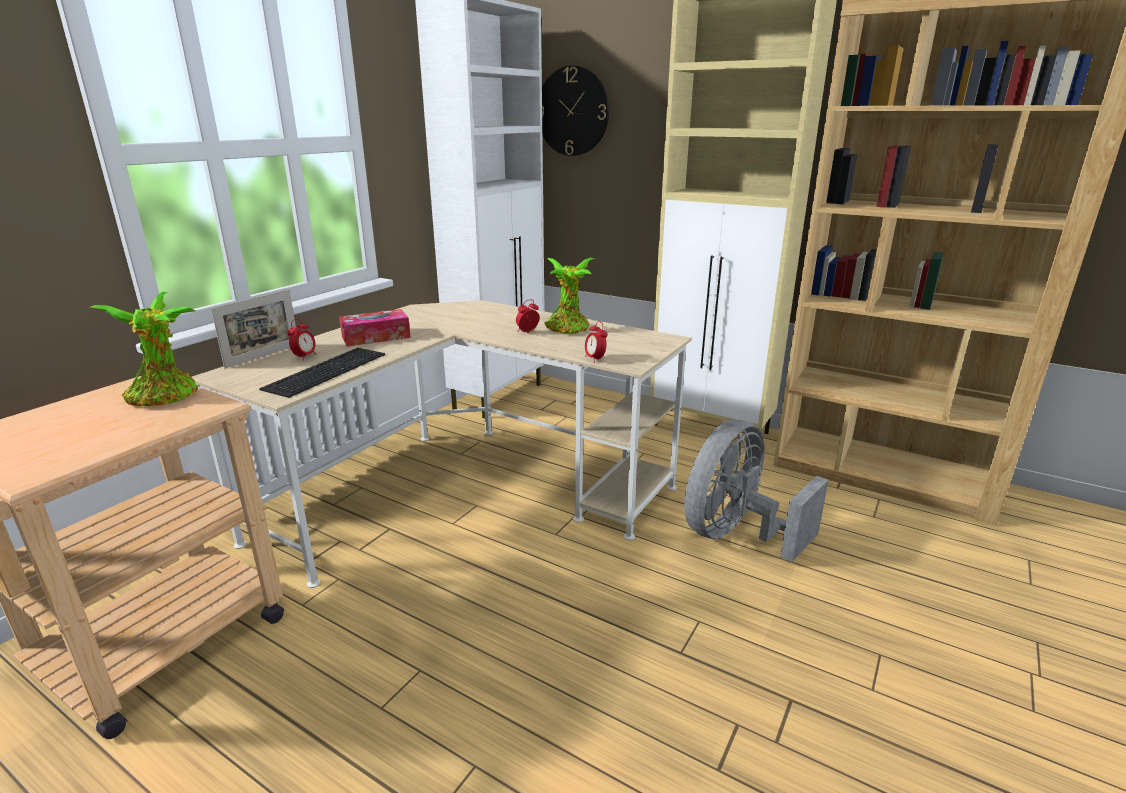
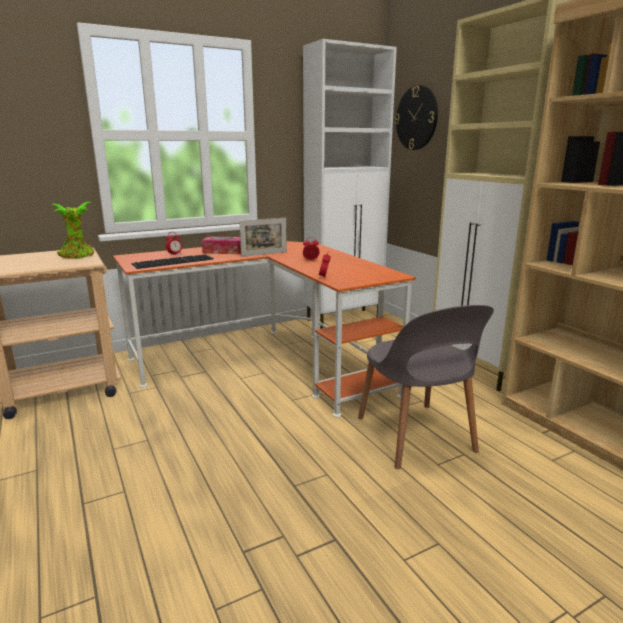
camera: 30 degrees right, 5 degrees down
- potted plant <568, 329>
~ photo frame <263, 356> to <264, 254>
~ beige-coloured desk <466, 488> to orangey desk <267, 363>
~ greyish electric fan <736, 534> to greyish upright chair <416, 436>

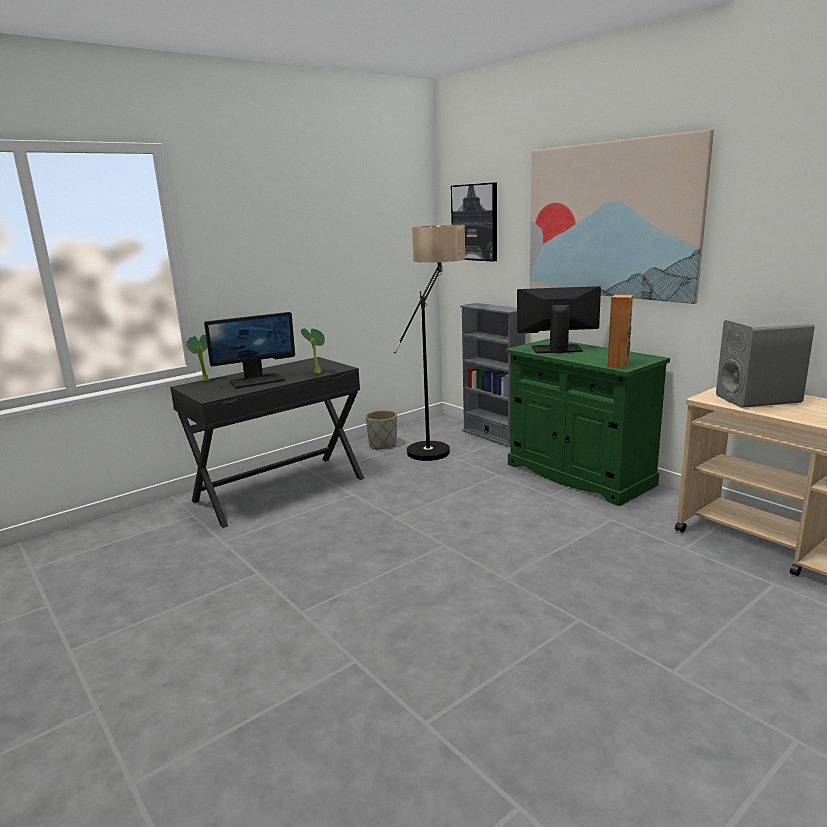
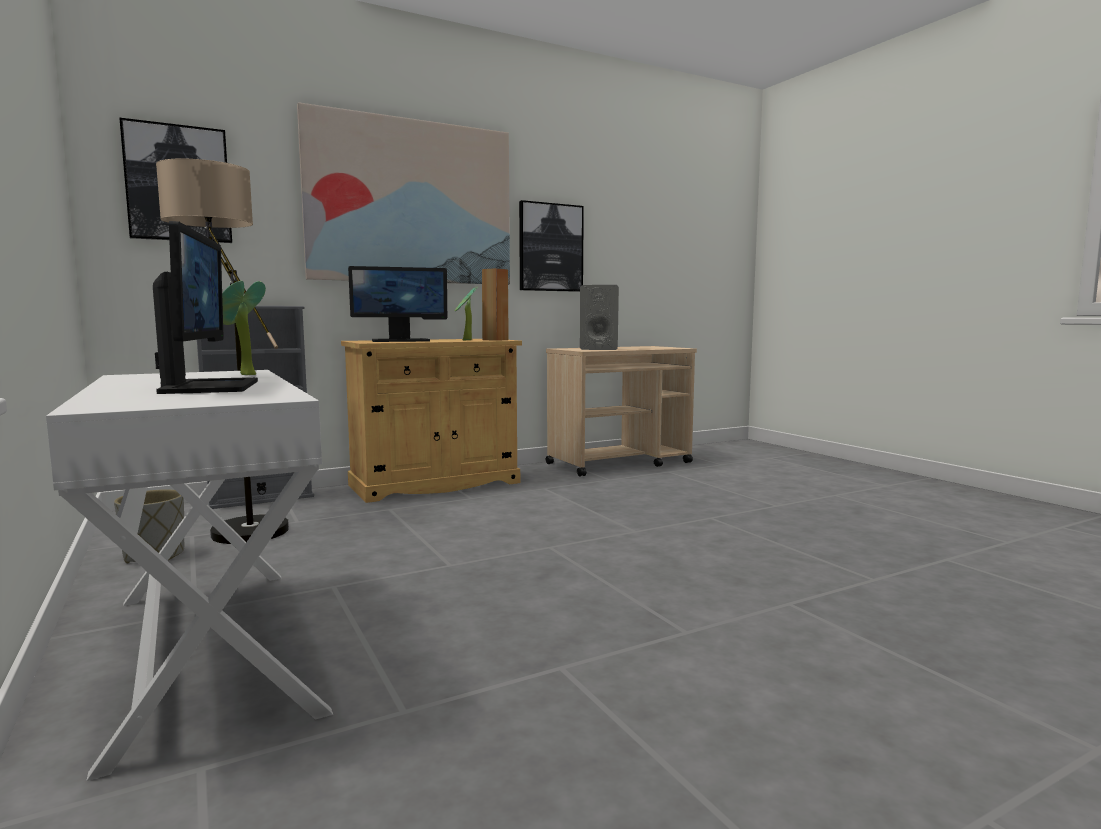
camera: 80 degrees left, 10 degrees down
~ monitor <556, 349> = <401, 341> 120 degrees counterclockwise
~ potted plant <204, 380> to <466, 340>
~ green cupboard <578, 474> to beige-coloured cupboard <435, 484>
~ black desk <280, 489> to white-coloured desk <208, 649>
+ picture <550, 247>

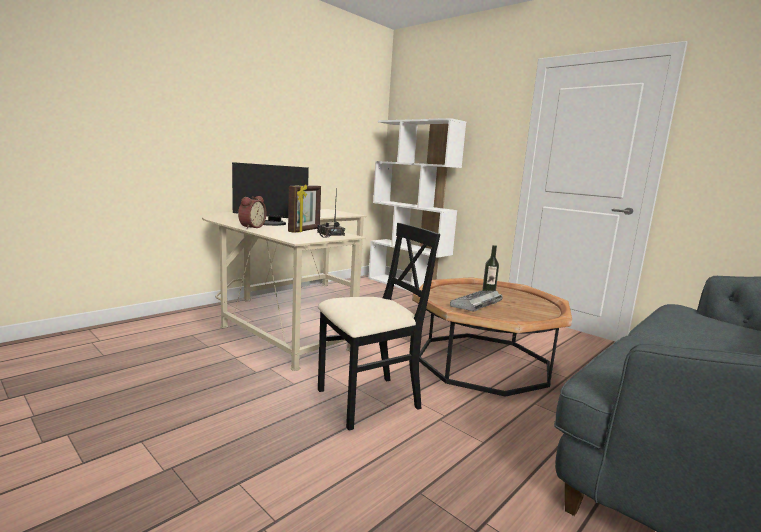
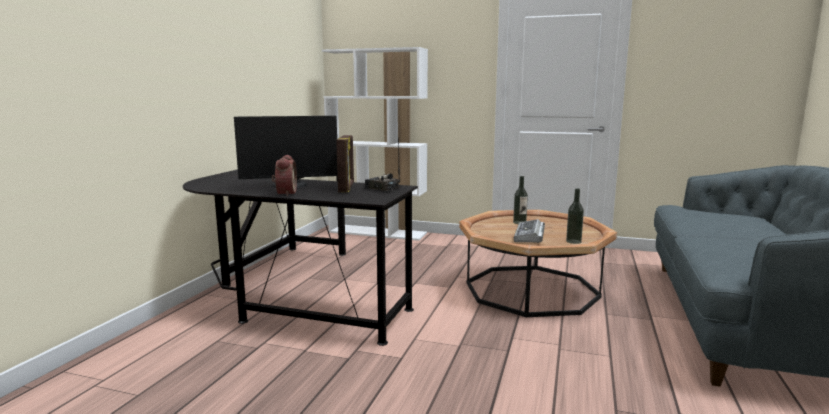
camera: 25 degrees left, 0 degrees up
~ beige-coloured desk <287, 315> to black desk <296, 291>
- black upright chair <367, 400>
+ bottle <573, 241>

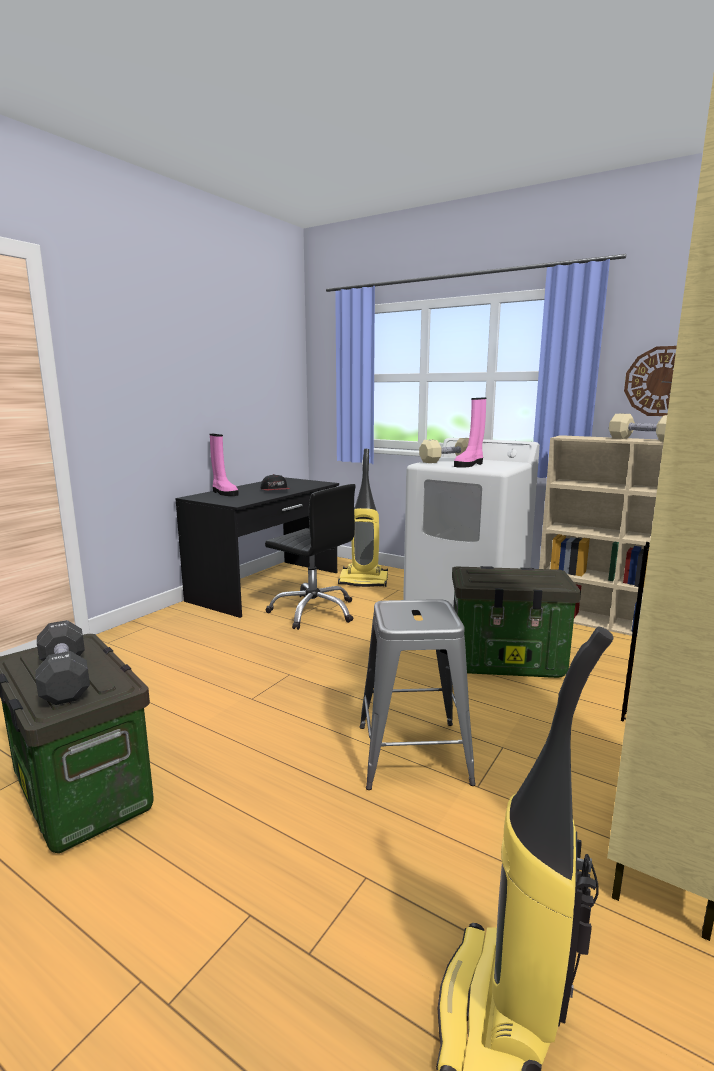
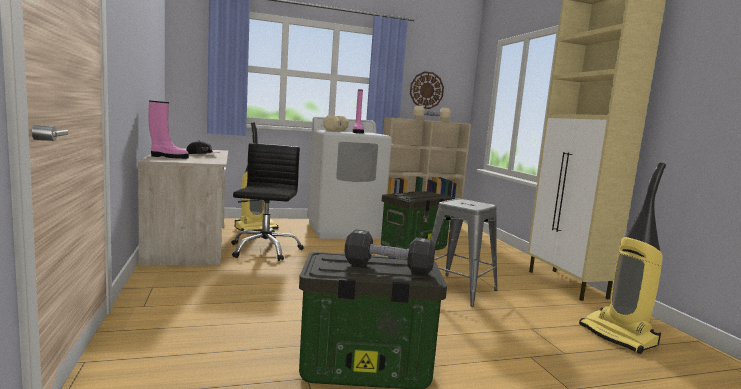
camera: 50 degrees left, 5 degrees down
~ black desk <267, 586> to beige-coloured desk <189, 243>
~ black desk chair <313, 611> = <264, 249> 75 degrees counterclockwise

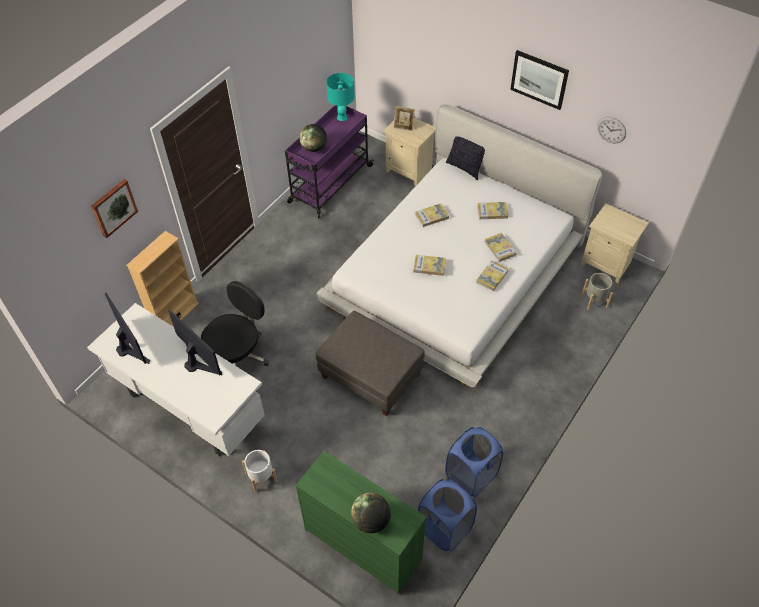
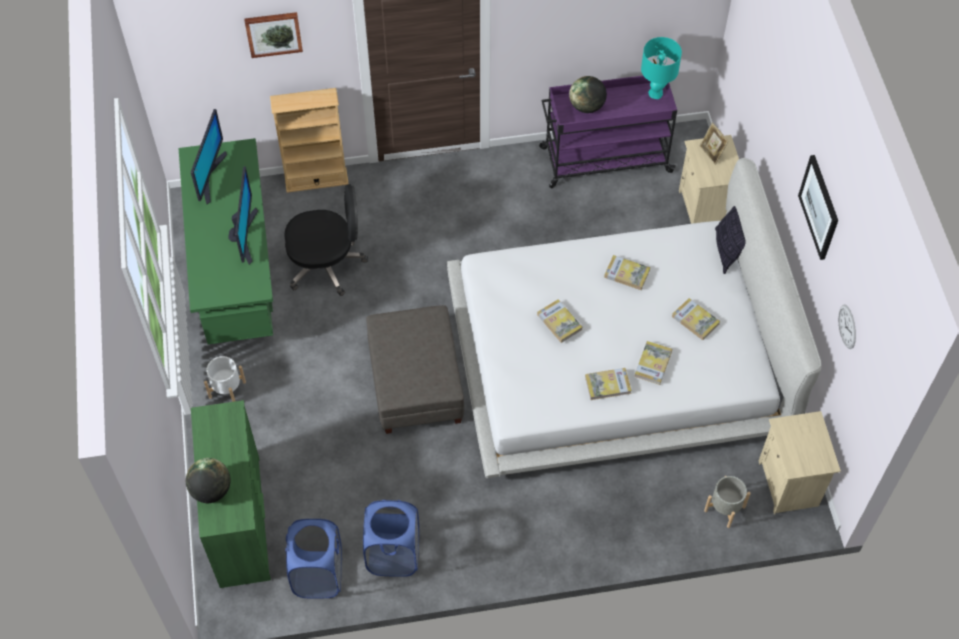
camera: 45 degrees right, 5 degrees up
~ white-coloured desk <188, 408> to green desk <237, 277>

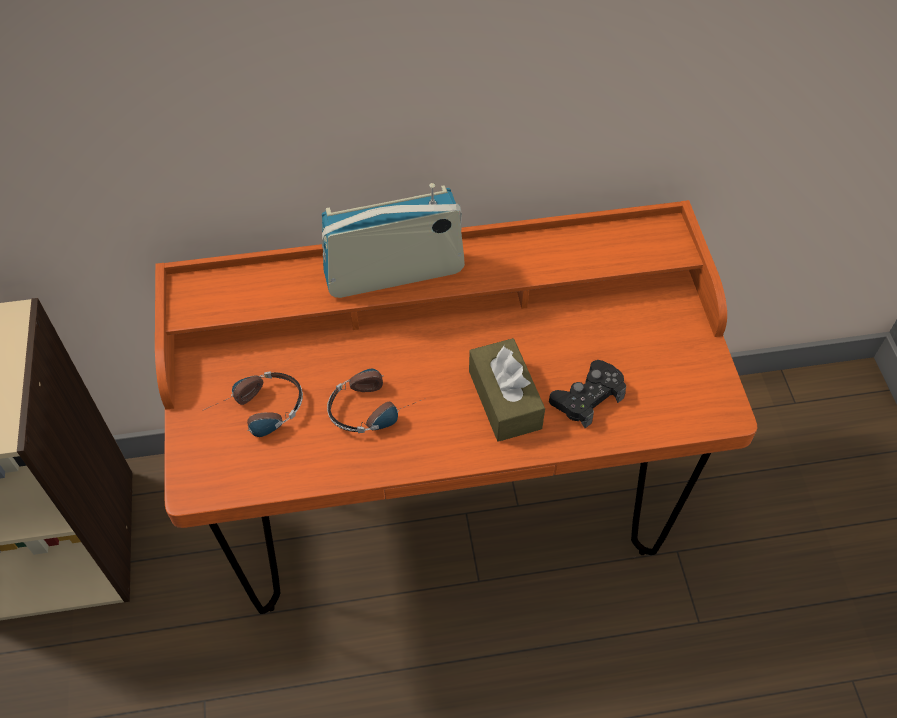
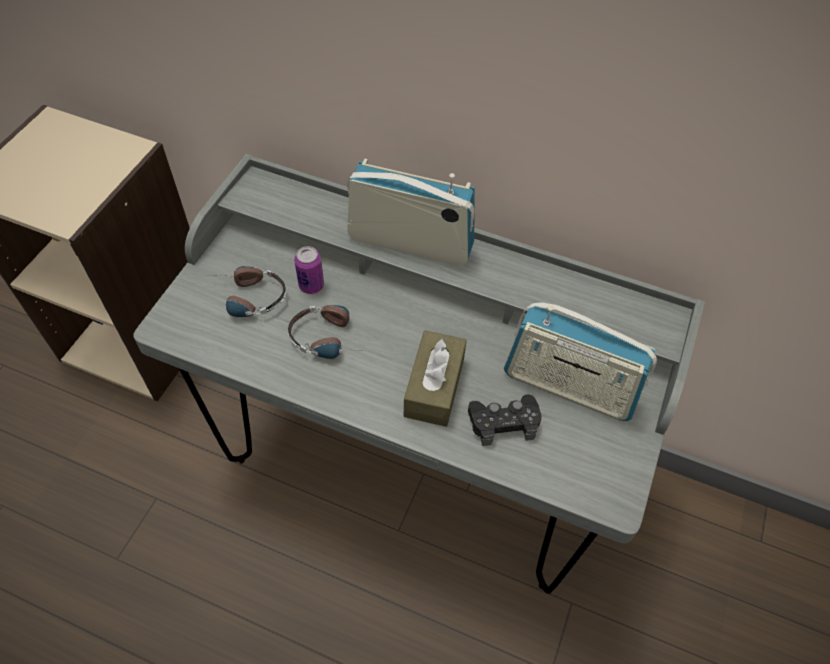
camera: 30 degrees right, 0 degrees up
~ orangey desk <448, 512> to greyish desk <410, 465>
+ can <311, 285>
+ radio receiver <569, 387>

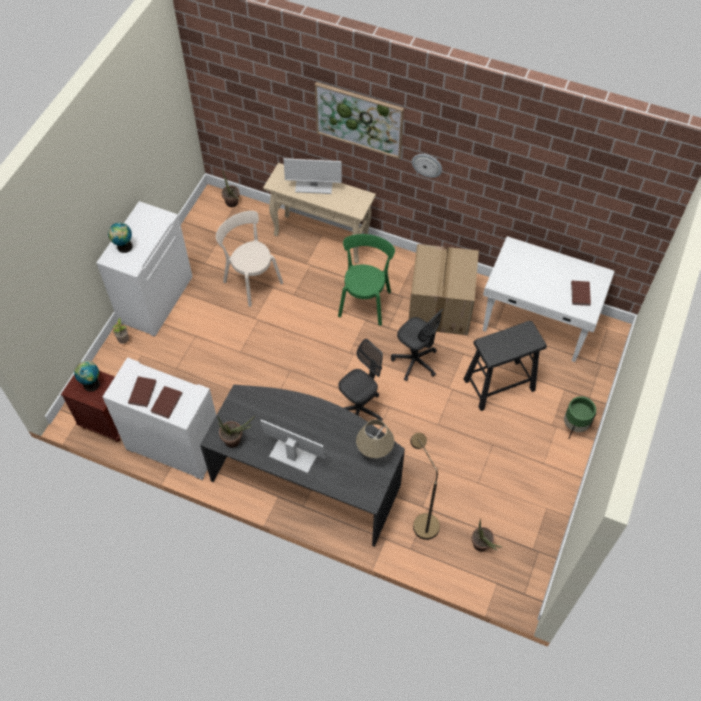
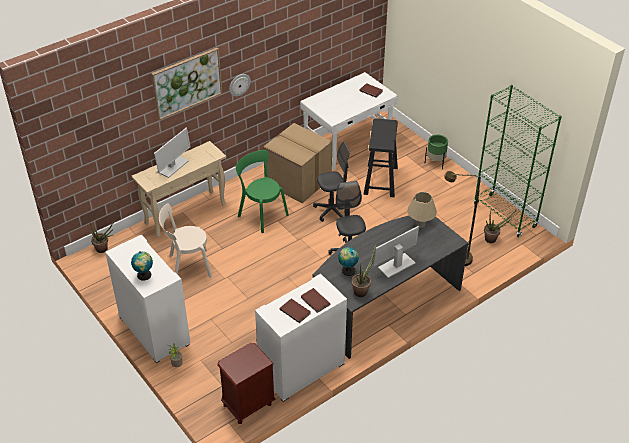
camera: 60 degrees left, 15 degrees down
~ globe <91, 383> to <347, 270>
+ green shelving unit <505, 215>

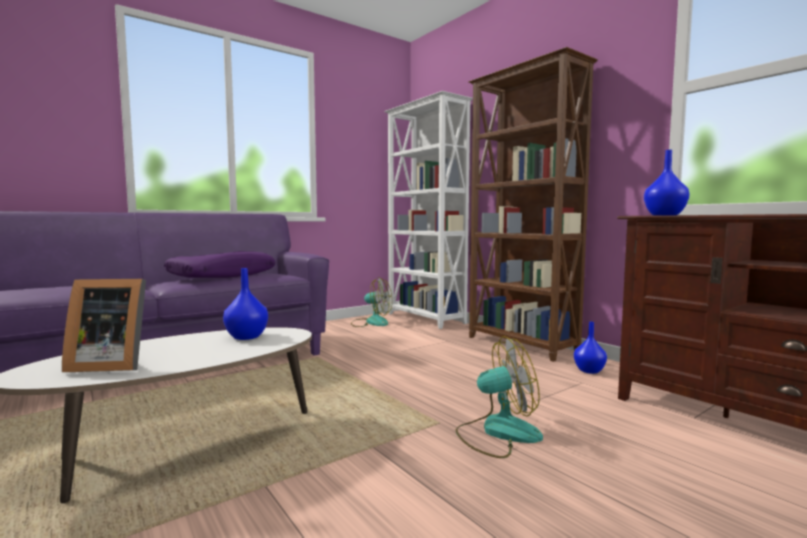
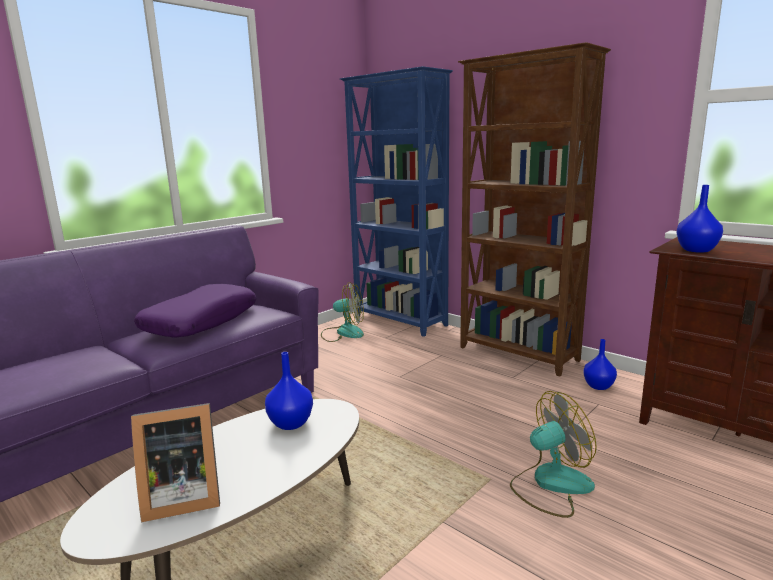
camera: 10 degrees left, 10 degrees up
~ white-coloured shelving unit <425, 319> to blue-coloured shelving unit <400, 321>

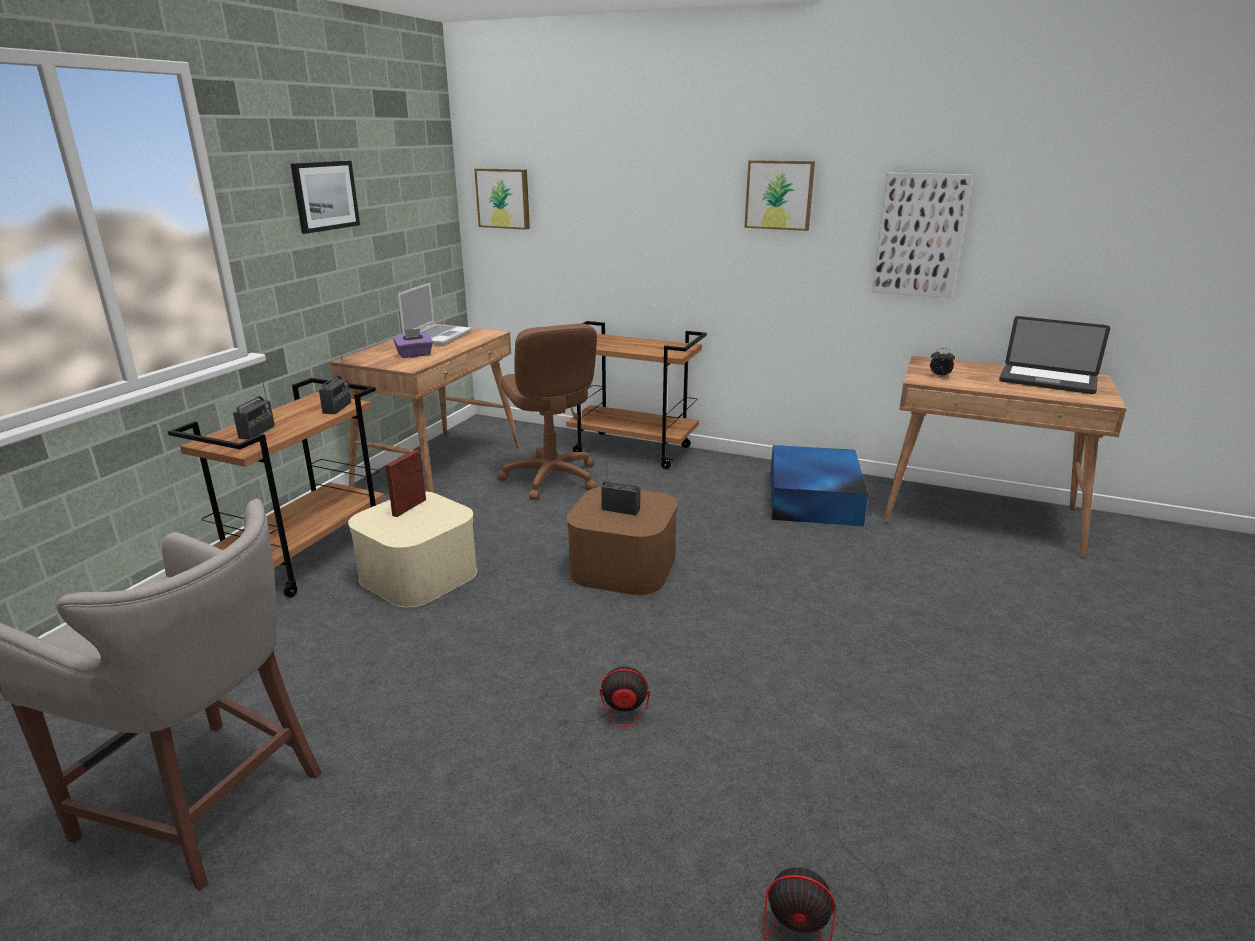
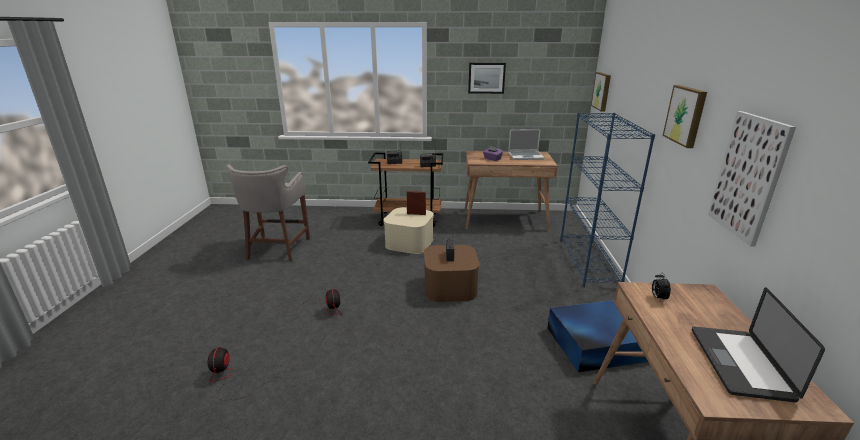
camera: 70 degrees right, 0 degrees up
~ brownish trolley <633, 450> to blue-coloured shelving unit <589, 262>
- brownish desk chair <550, 478>

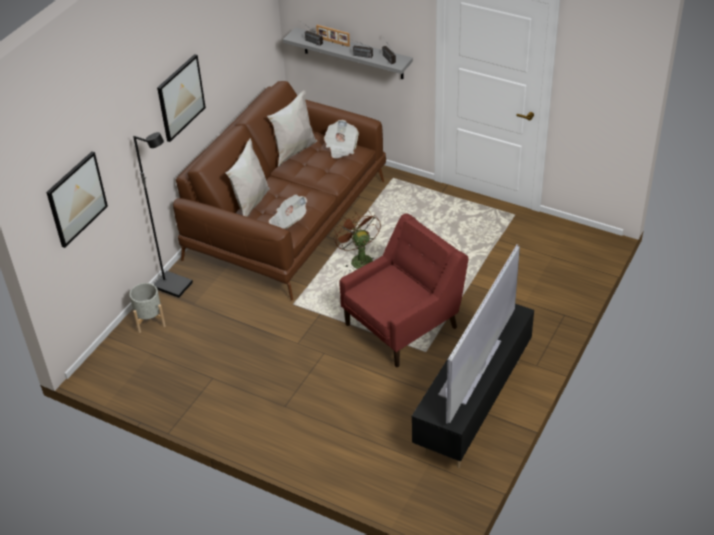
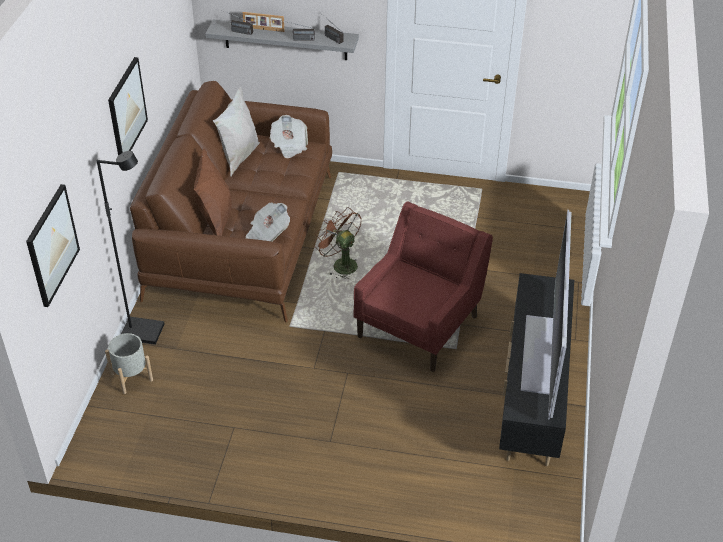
camera: 20 degrees left, 0 degrees up
~ white-coloured cushion <251, 203> to brownish cushion <216, 221>

